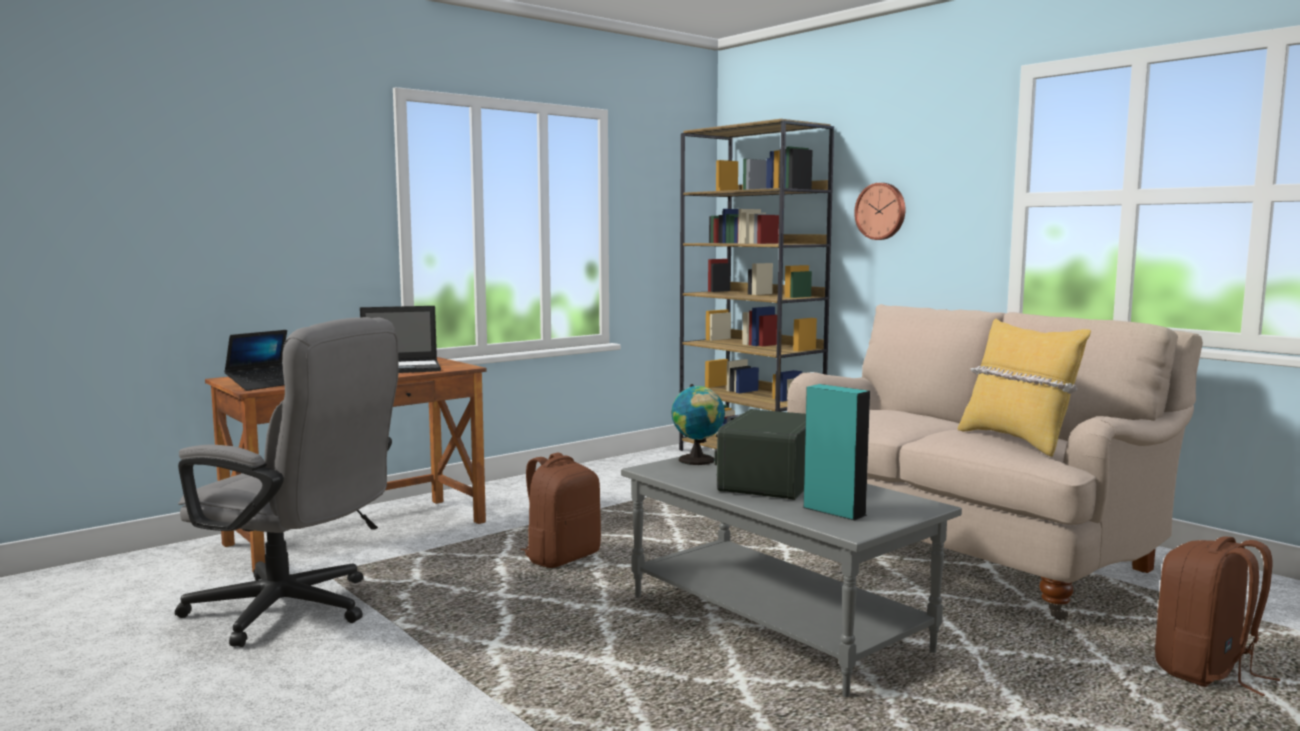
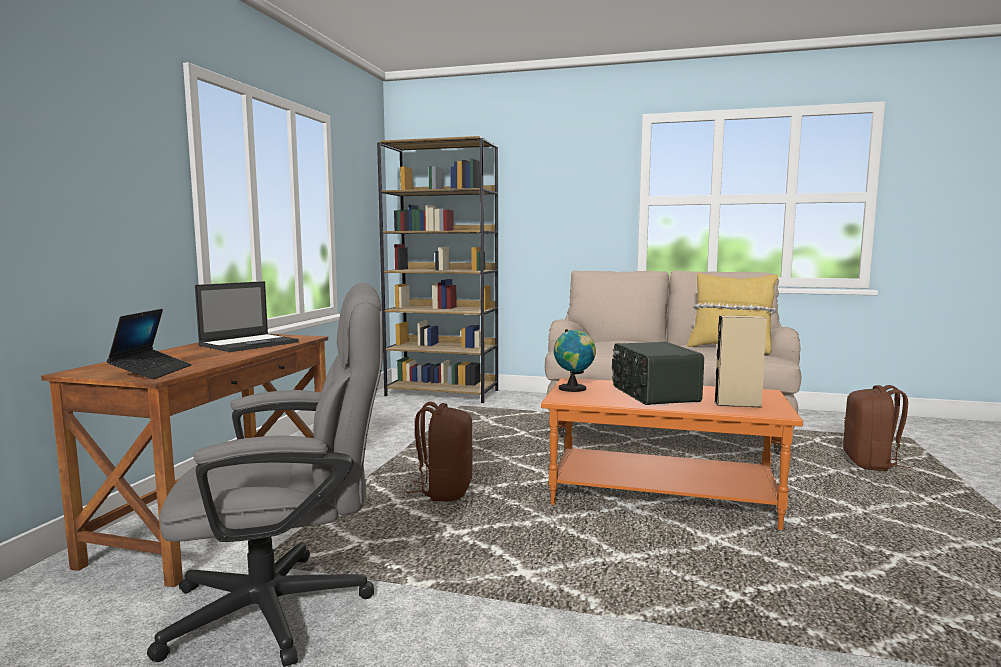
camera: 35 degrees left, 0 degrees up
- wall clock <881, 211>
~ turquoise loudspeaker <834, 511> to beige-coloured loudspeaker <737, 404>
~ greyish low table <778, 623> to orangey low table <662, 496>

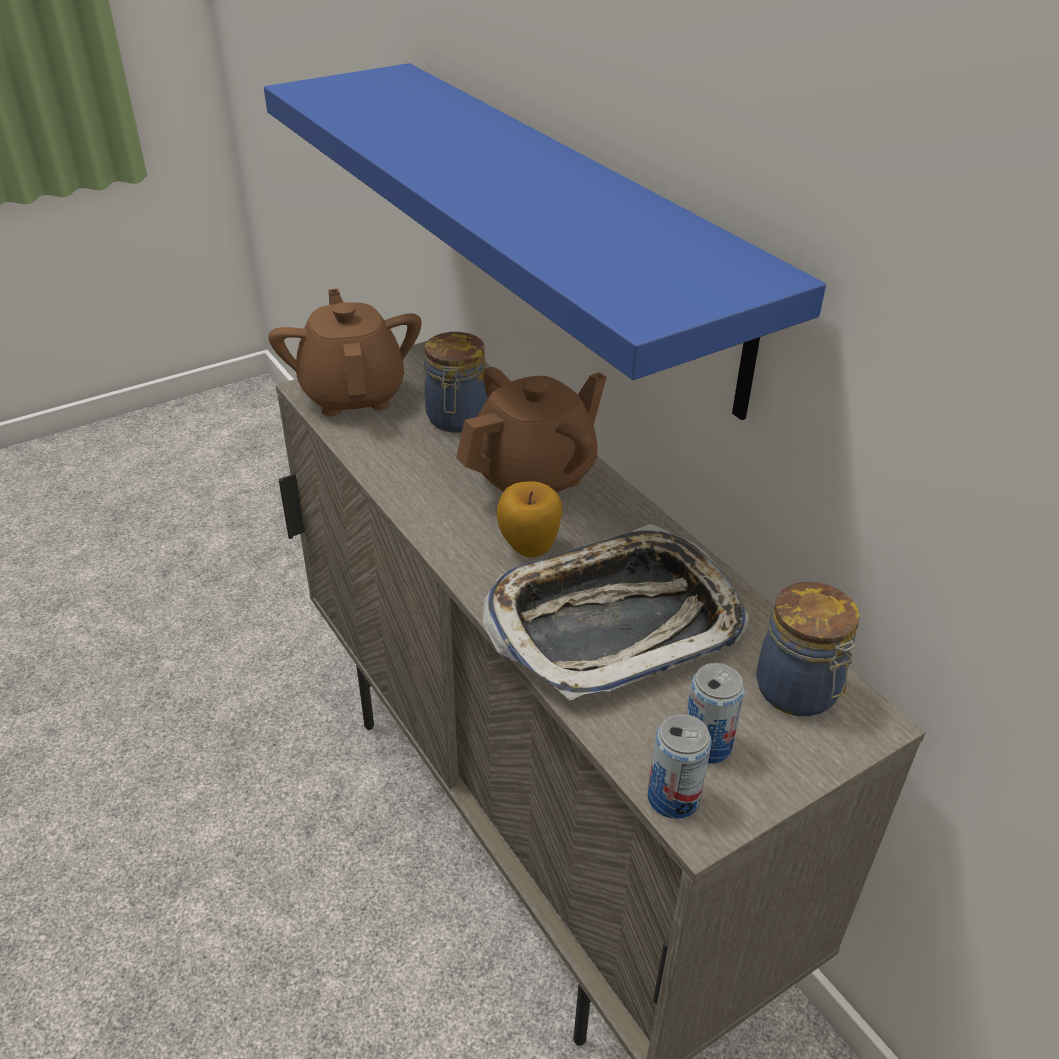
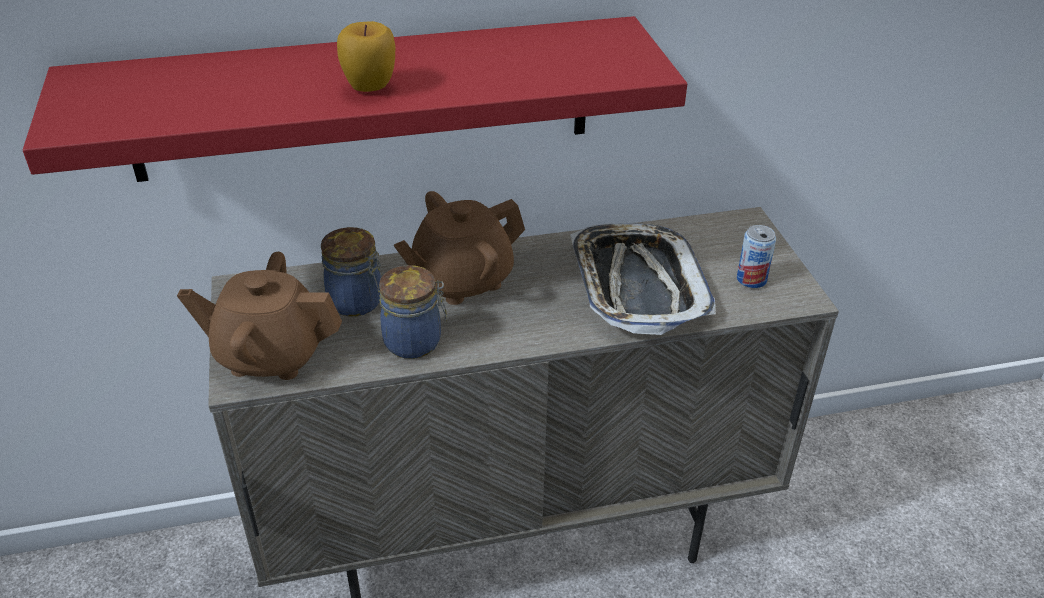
camera: 70 degrees left, 0 degrees up
~ blue-coloured bracket shelf <570, 225> to red bracket shelf <364, 99>
~ brownish tea pot <534, 476> = <462, 280> 105 degrees counterclockwise
~ apple <529, 548> to <370, 88>
~ preserve jar <798, 692> to <415, 342>
- can <673, 797>

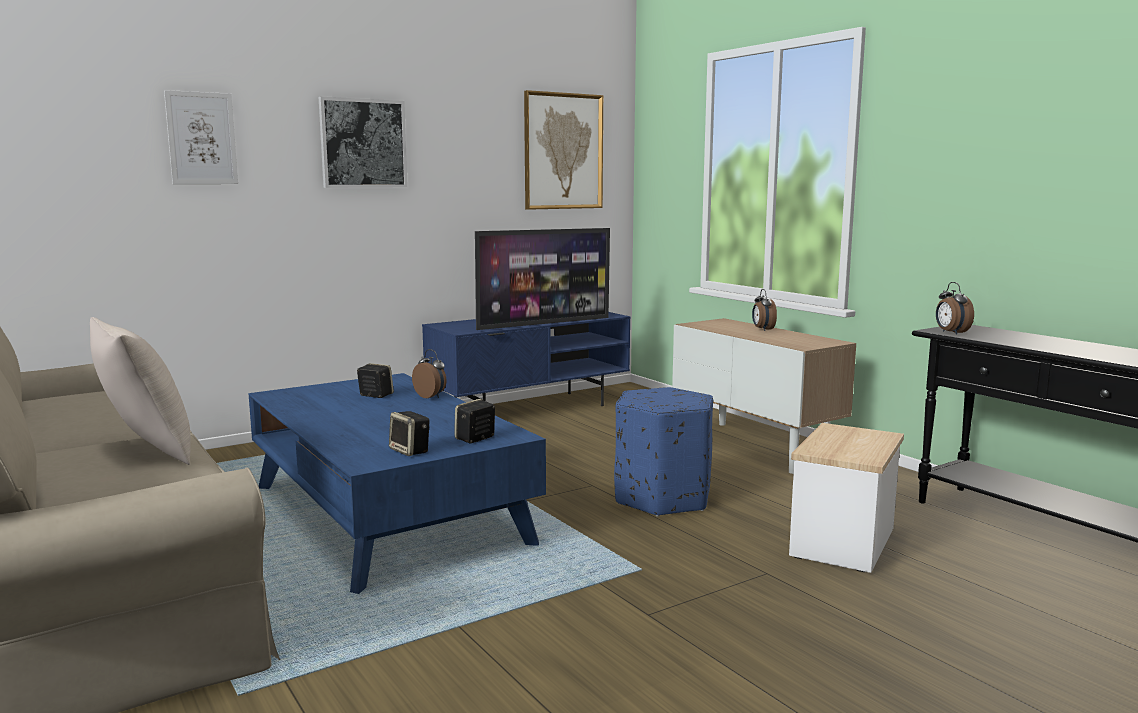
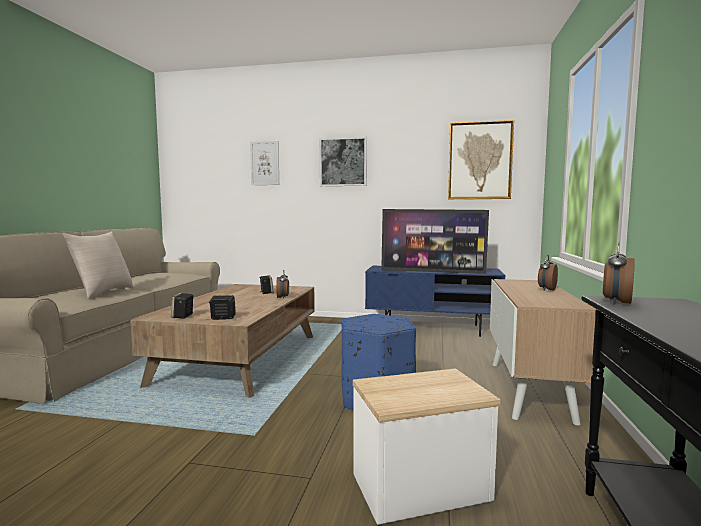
camera: 45 degrees right, 5 degrees down
~ blue-coloured low table <386, 513> to brownish low table <241, 358>

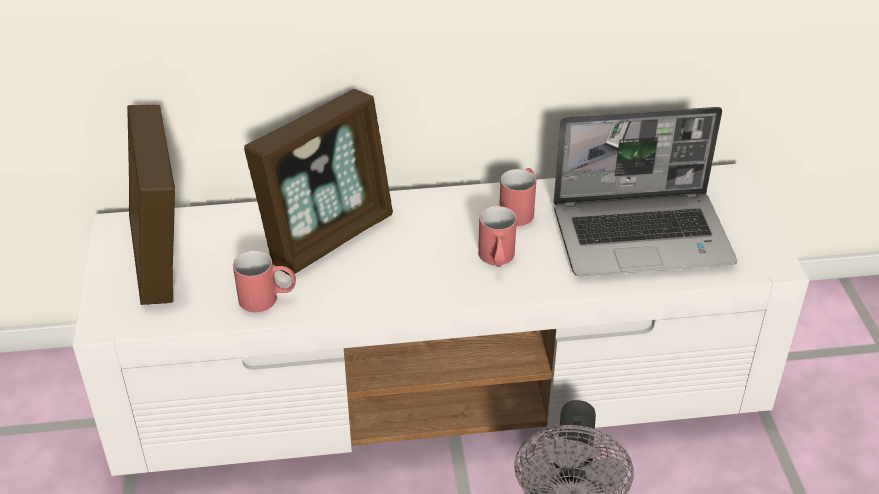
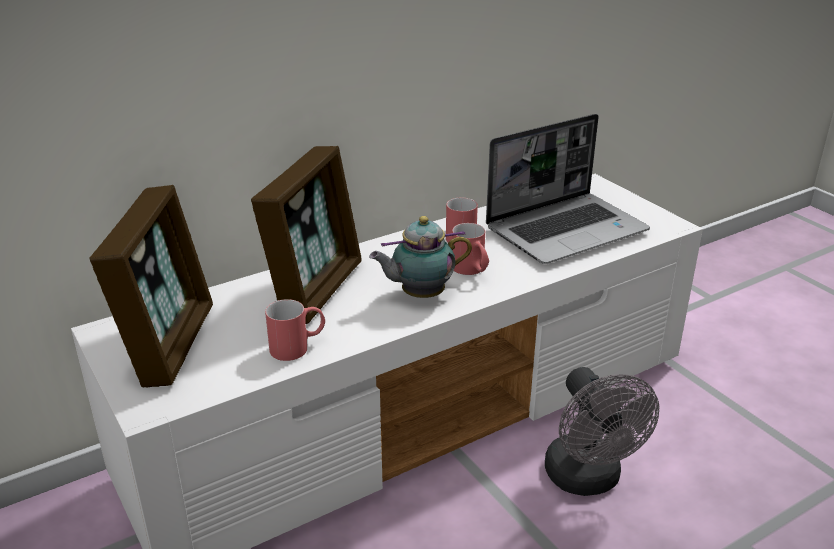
camera: 25 degrees left, 10 degrees down
~ photo frame <161, 259> = <169, 344> 135 degrees counterclockwise
+ tea pot <419, 295>

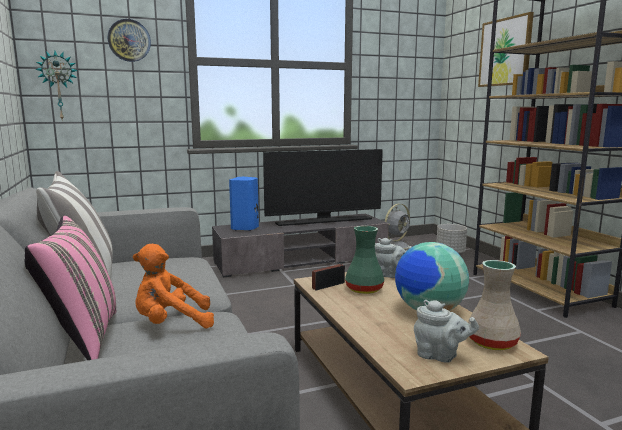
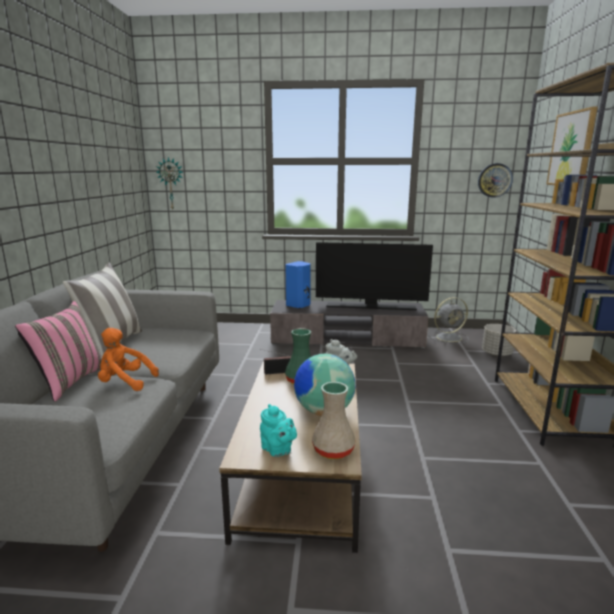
camera: 25 degrees right, 5 degrees up
~ wall clock <129, 40> to <494, 180>
~ greyish tea pot <440, 356> to turquoise tea pot <278, 450>

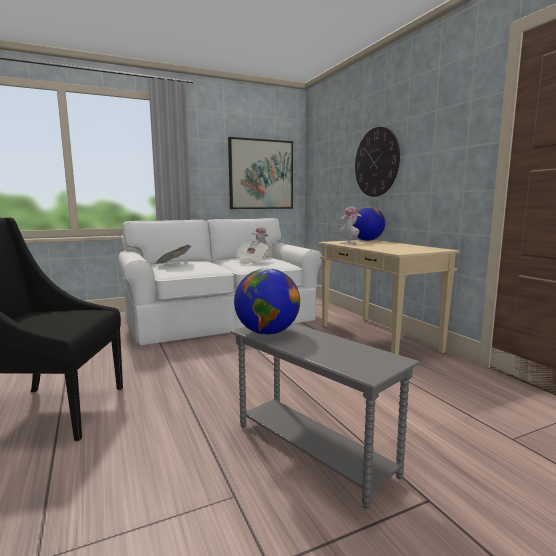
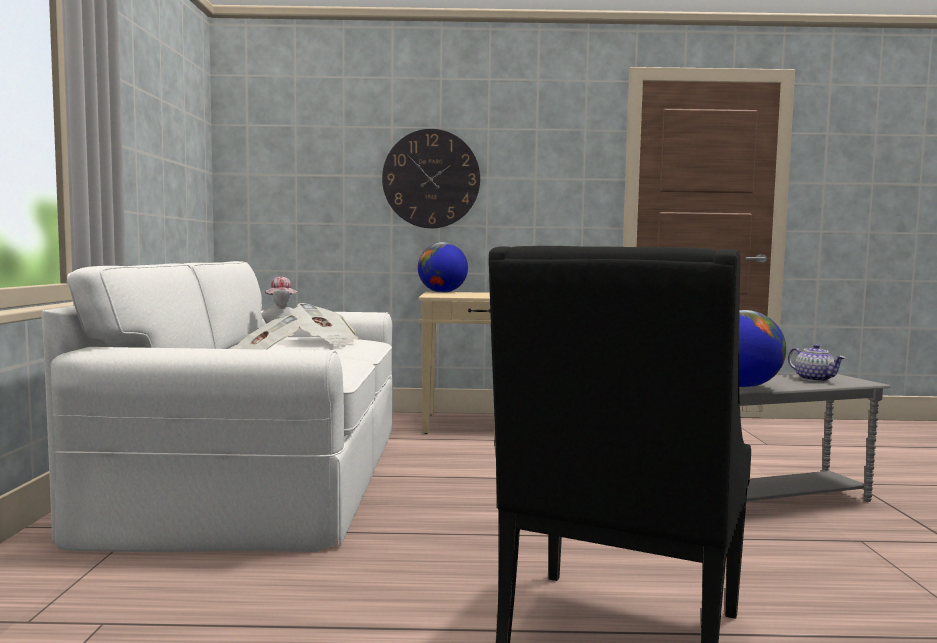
camera: 65 degrees left, 5 degrees down
- picture <261, 174>
- hat <350, 243>
+ tea pot <815, 379>

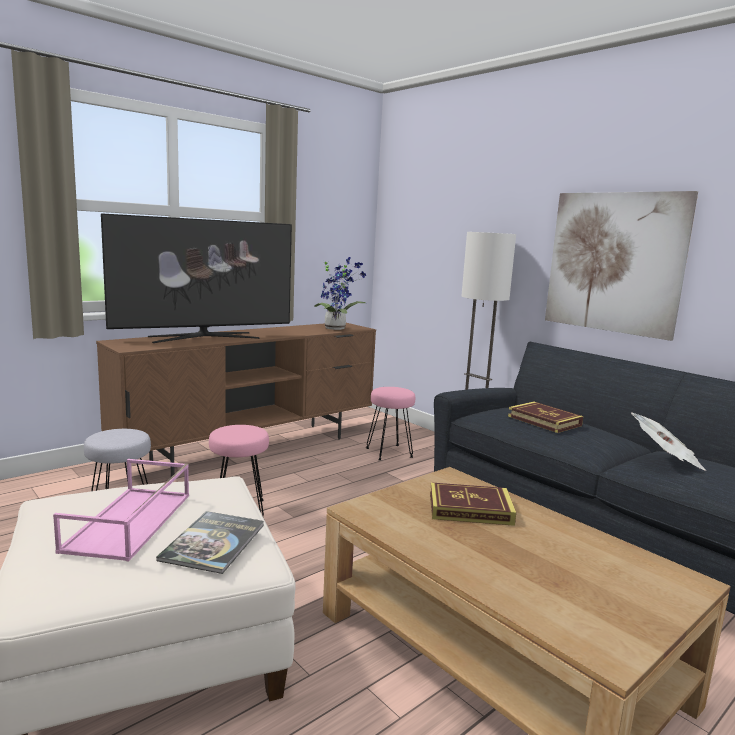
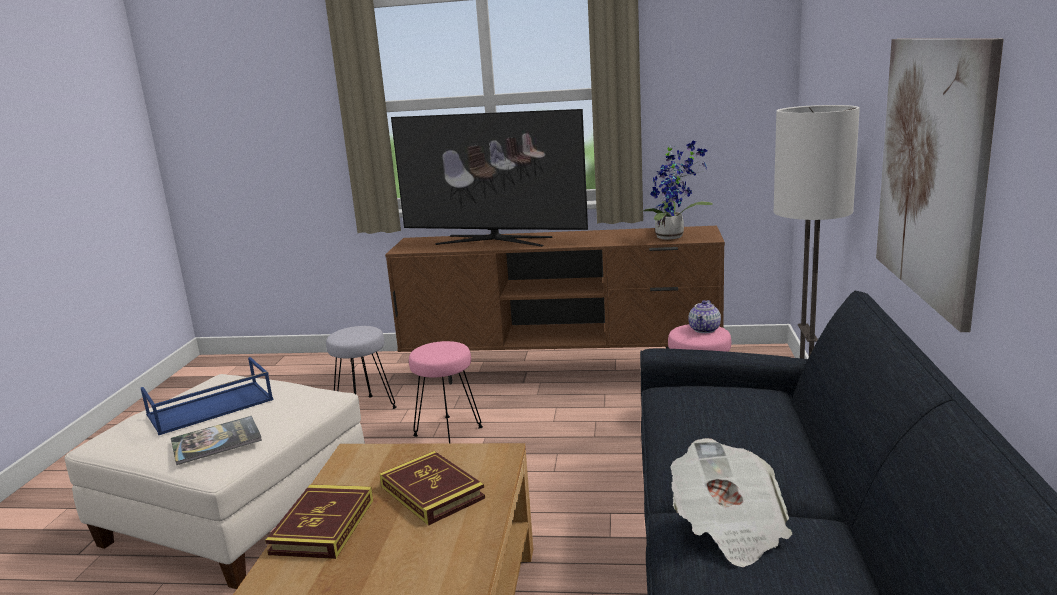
camera: 50 degrees right, 5 degrees up
~ volume <544, 421> to <323, 526>
~ pink serving tray <130, 522> to blue-coloured serving tray <209, 408>
+ tea pot <705, 329>

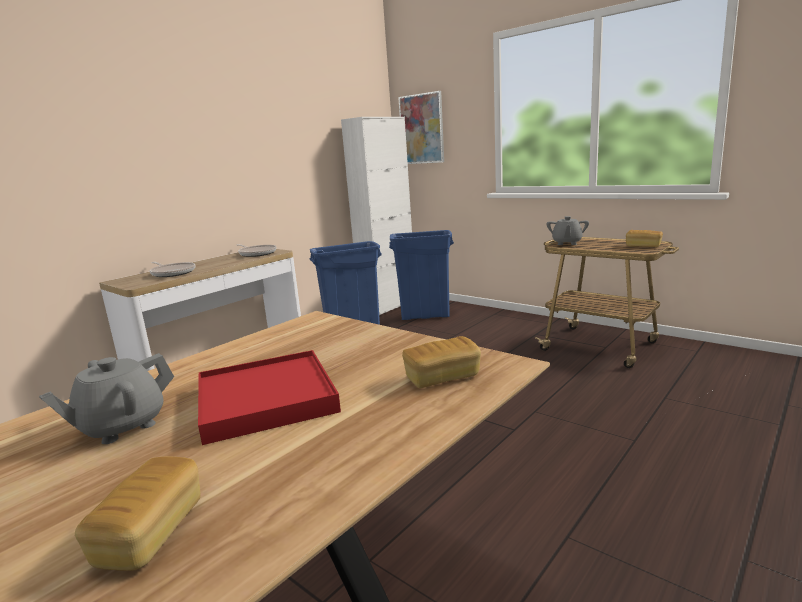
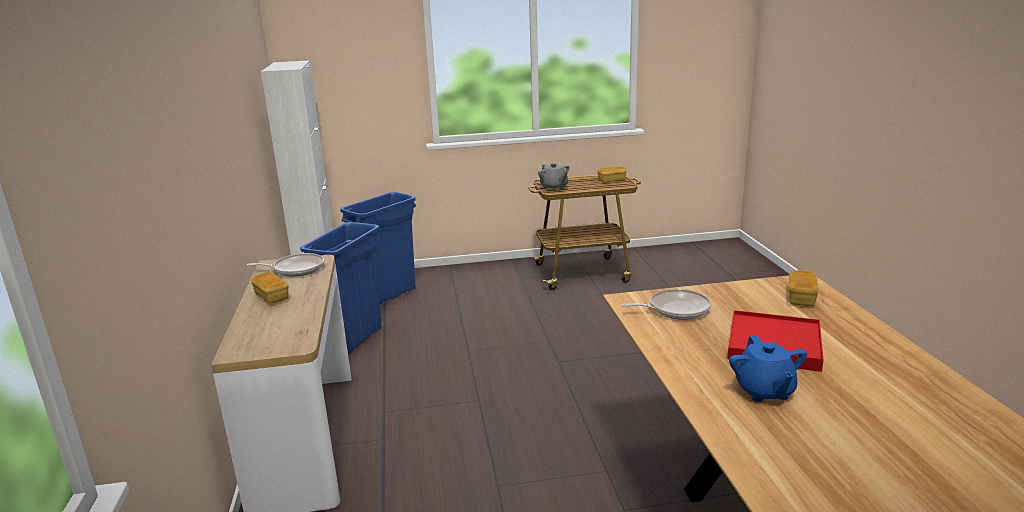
camera: 50 degrees left, 5 degrees up
- picture <422, 129>
~ skillet <172, 273> to <675, 309>
~ greyish tea pot <121, 426> to blue-coloured tea pot <764, 391>
~ bakery bread <151, 533> to <272, 297>

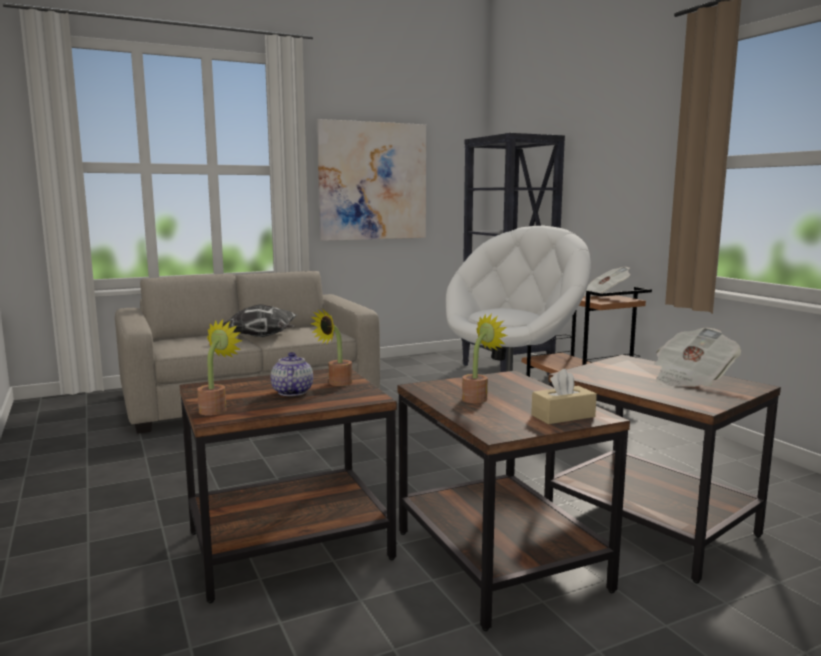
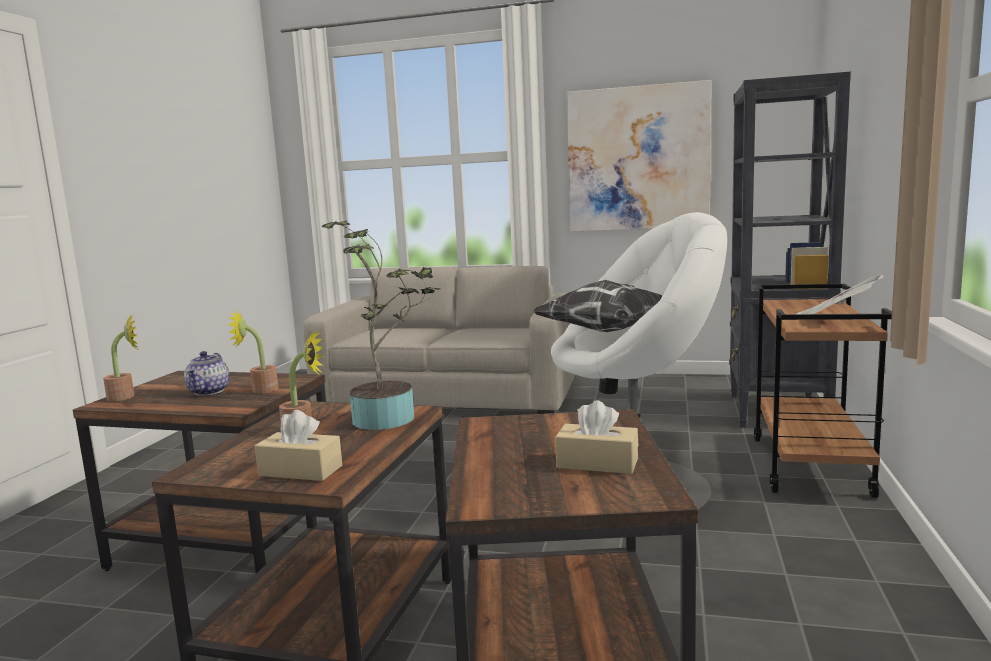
camera: 40 degrees right, 0 degrees up
~ cushion <262, 337> to <607, 332>
~ newspaper <690, 379> to beige-coloured tissue holder <597, 463>
~ tea pot <291, 392> = <209, 391> 150 degrees clockwise
+ potted plant <390, 417>

